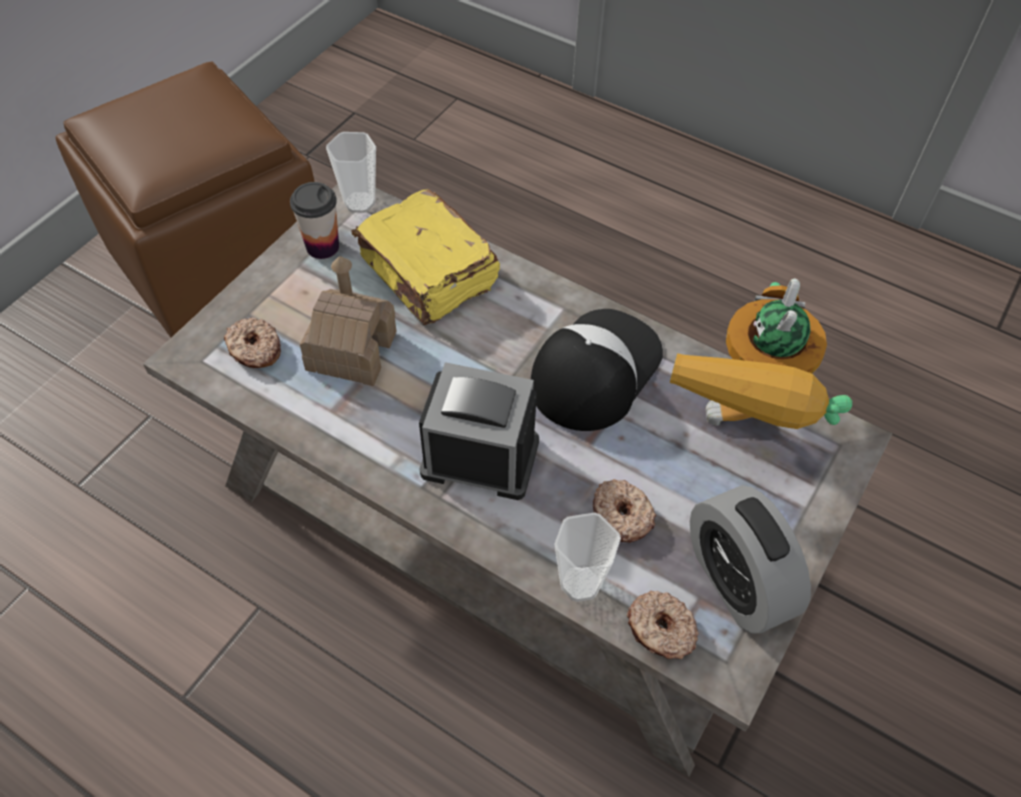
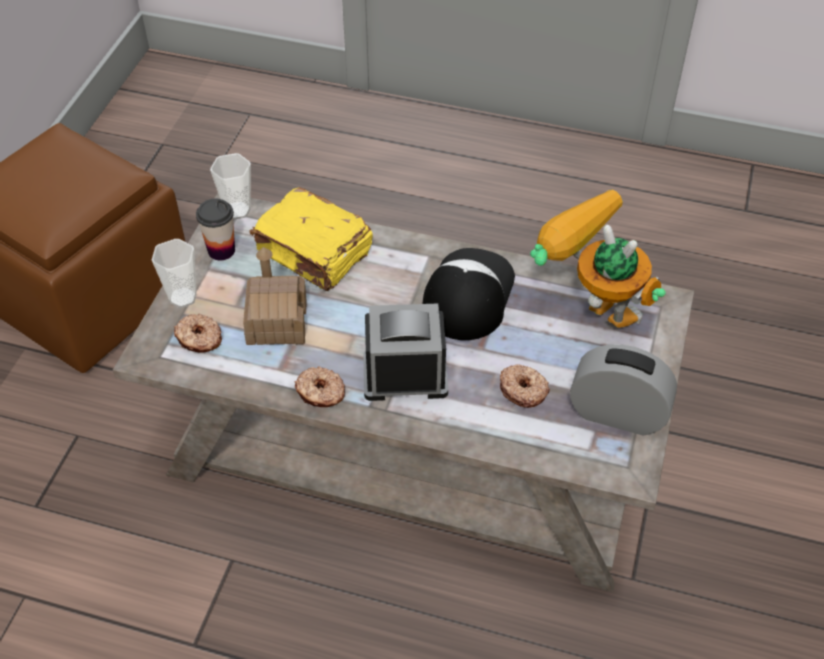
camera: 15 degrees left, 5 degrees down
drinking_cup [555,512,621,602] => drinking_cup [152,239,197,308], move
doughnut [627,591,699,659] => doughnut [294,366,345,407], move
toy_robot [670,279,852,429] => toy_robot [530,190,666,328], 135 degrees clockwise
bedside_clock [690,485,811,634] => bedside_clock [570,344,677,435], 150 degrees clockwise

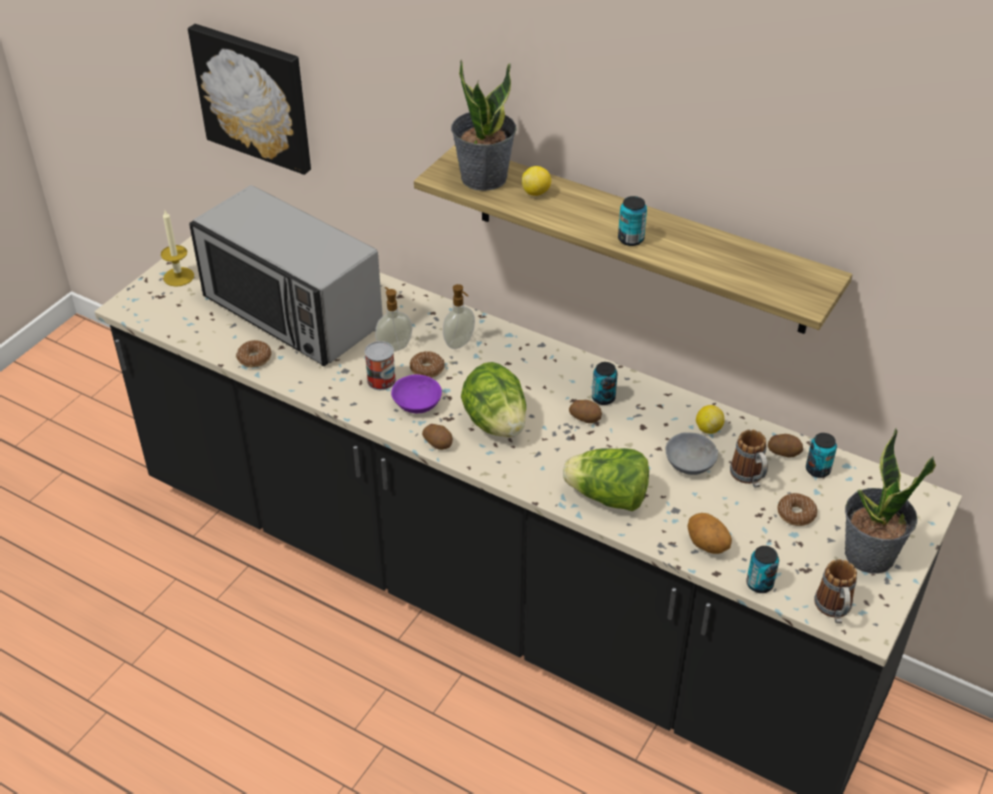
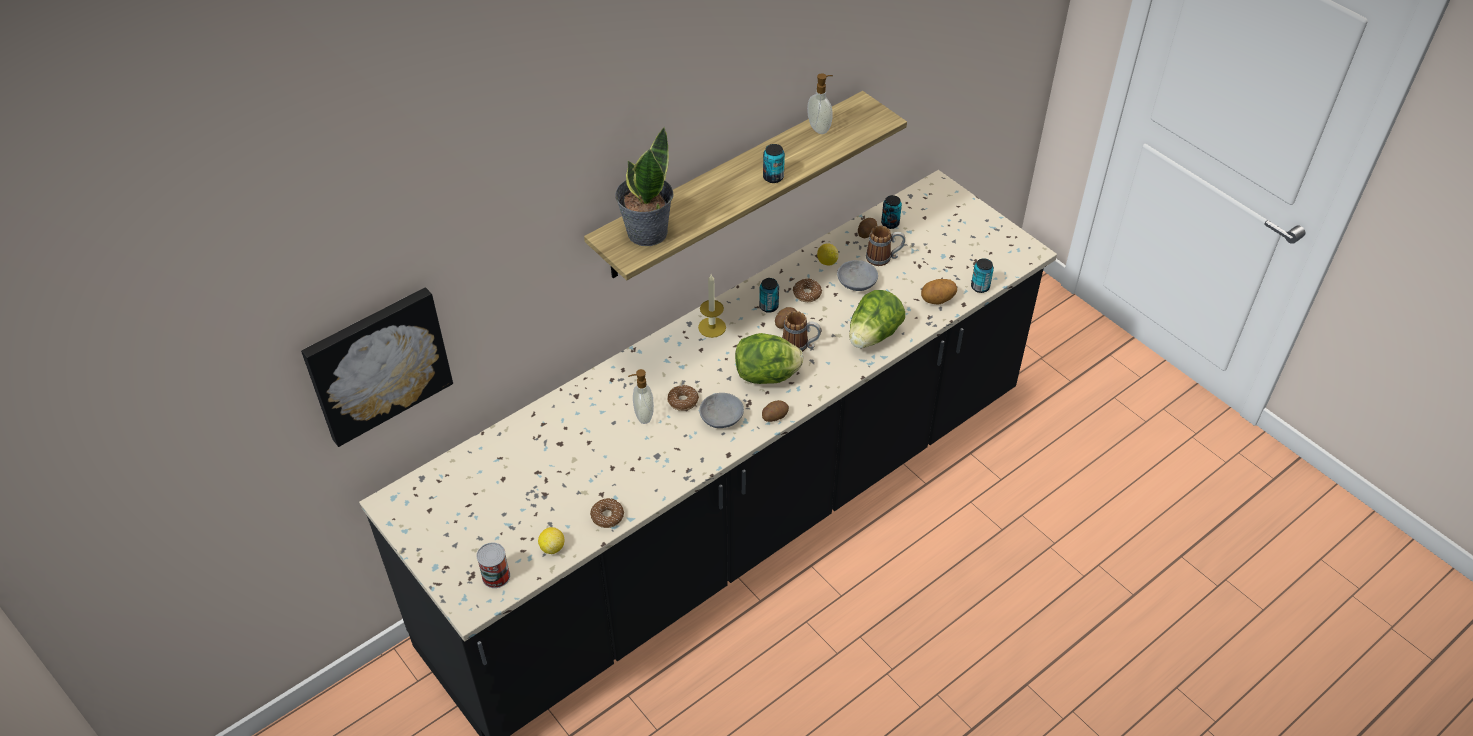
camera: 70 degrees left, 5 degrees up
candle [161,210,194,287] => candle [698,274,726,338], move
microwave [189,185,383,366] => nothing
sealed_can [365,341,396,390] => sealed_can [476,543,510,588], move
purple_bowl [391,374,442,413] => greyish_bowl [699,393,744,428]
soap_bottle [443,284,475,349] => soap_bottle [807,73,833,134], move
citrus_fruit [522,166,551,196] => citrus_fruit [538,527,564,554], move
doughnut [777,493,817,526] => doughnut [793,278,822,302], move
tea_mug [814,559,857,623] => tea_mug [782,311,821,352], move
plant_in_a_pot [845,428,936,574] => nothing

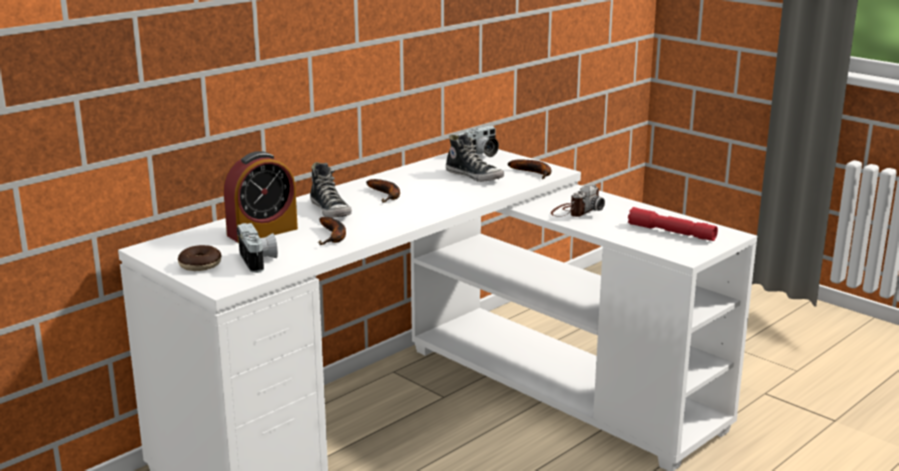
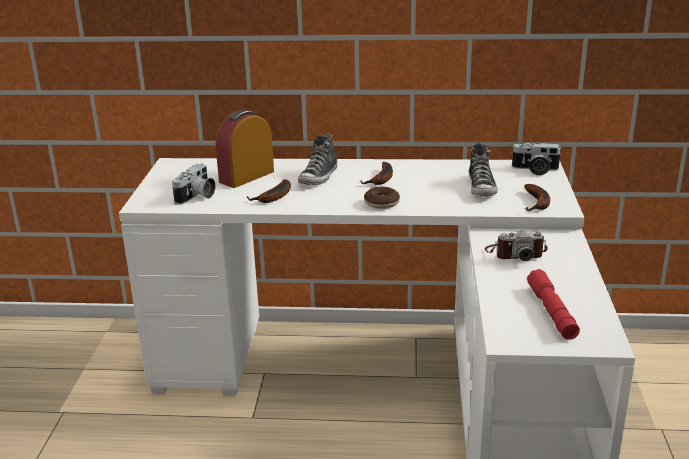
camera: 50 degrees right, 5 degrees up
doughnut [178,245,222,271] => doughnut [364,187,400,209], move
bedside_clock [223,151,298,243] => bedside_clock [216,110,274,188], 120 degrees clockwise

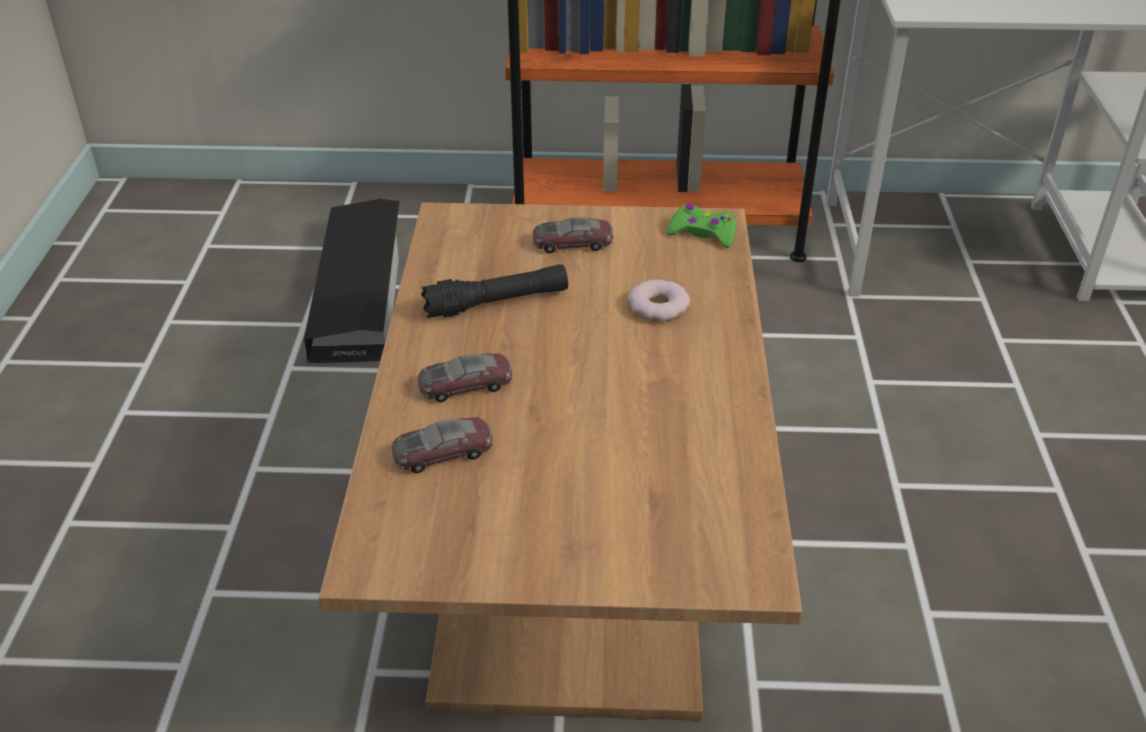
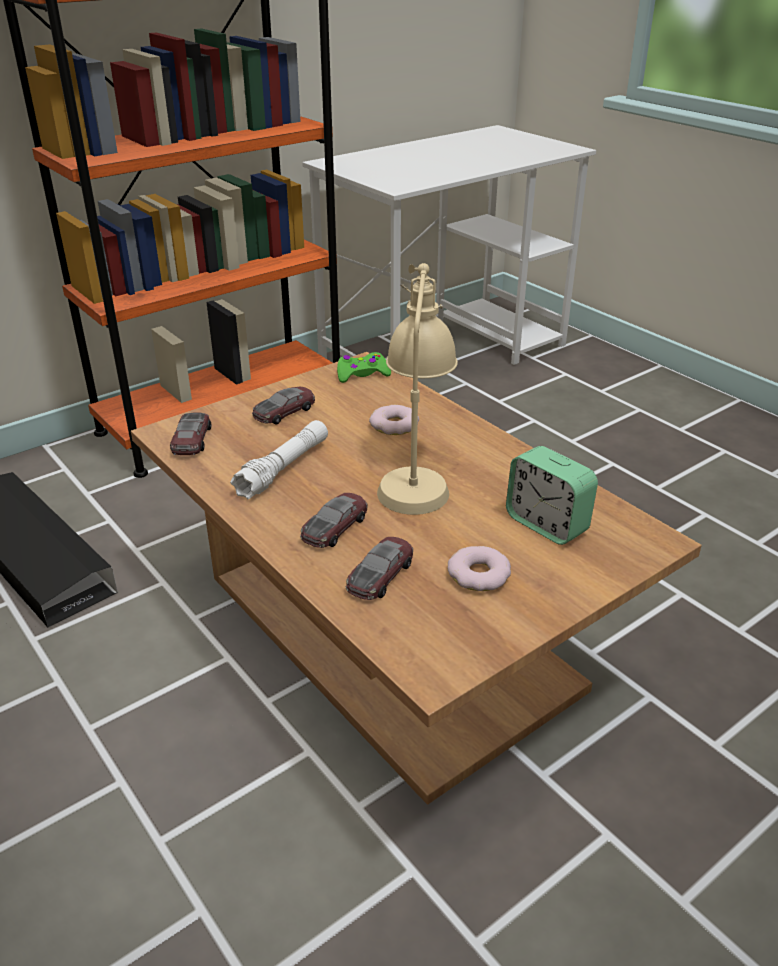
camera: 40 degrees left, 5 degrees down
black-coloured_torch [421,264,568,318] => white_torch [230,420,328,500]
nothing => toy_car [170,412,211,455]
nothing => beige-coloured_lamp_for_a_table [377,263,458,515]
nothing => doughnut [448,546,511,591]
nothing => bedside_clock [506,446,598,545]

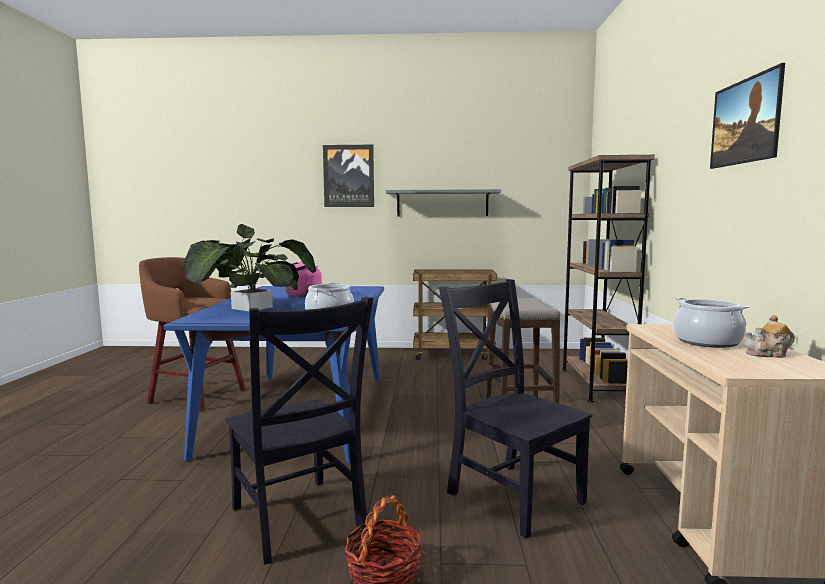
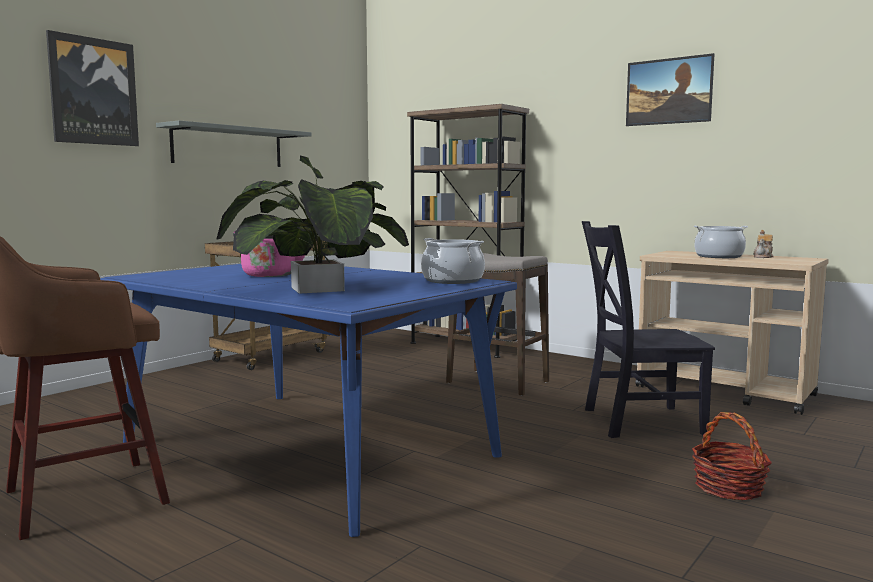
camera: 55 degrees left, 0 degrees up
black-coloured_chair [225,297,373,565] => nothing

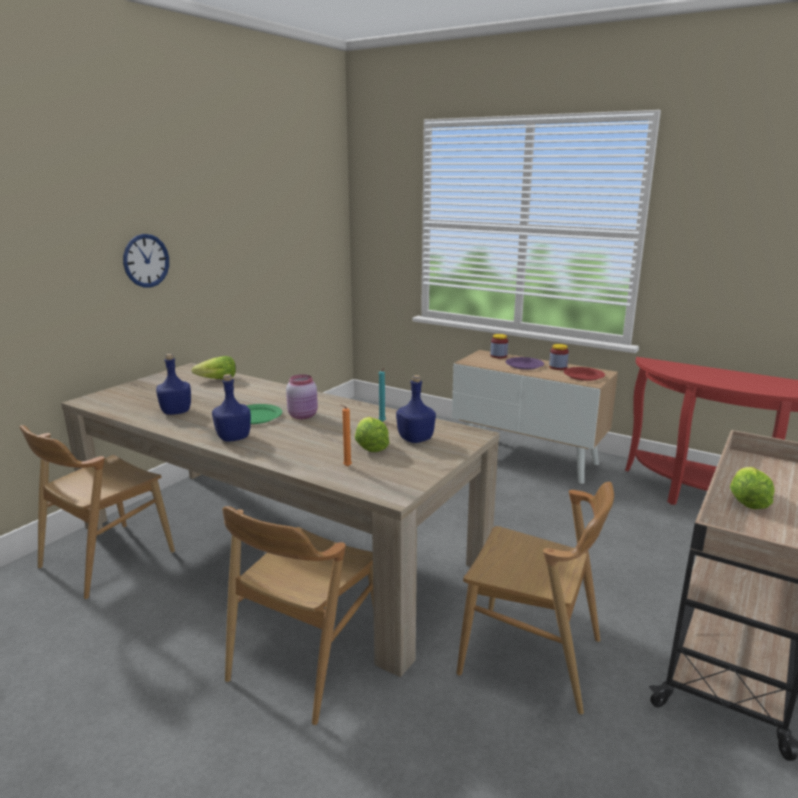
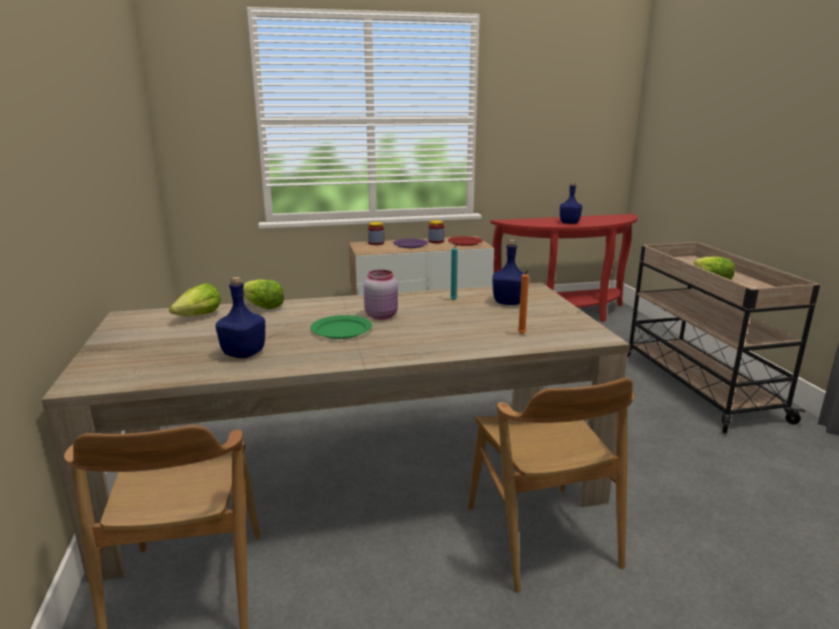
camera: 45 degrees left, 0 degrees up
clock_on_the_wall [123,234,169,288] => nothing
blue-coloured_drink_bottle [212,374,251,442] => blue-coloured_drink_bottle [560,182,582,224], move
head_of_lettuce [355,417,389,452] => head_of_lettuce [243,279,284,309], move
brown_chair [457,482,614,714] => nothing

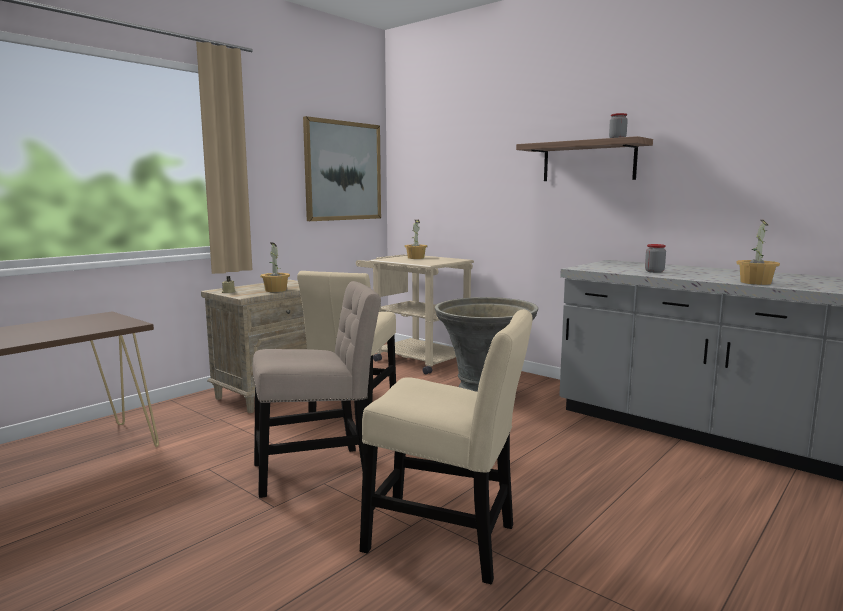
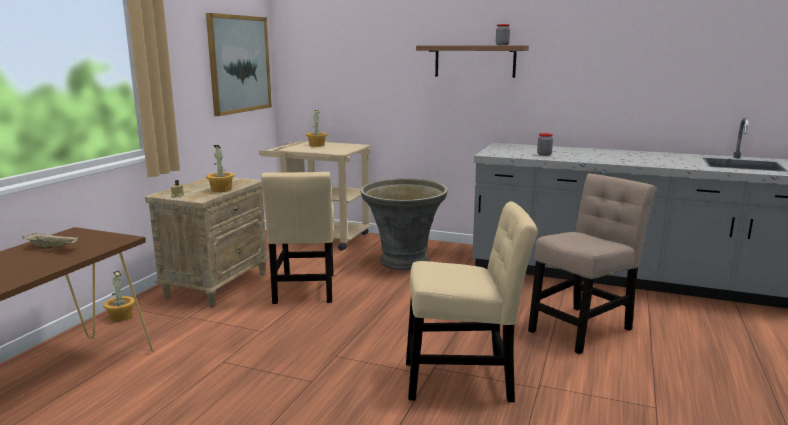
camera: 20 degrees left, 5 degrees up
beige-coloured_chair [253,281,381,498] => beige-coloured_chair [528,174,655,354], move
plant_in_a_pot [736,220,780,285] => plant_in_a_pot [103,270,135,321], move
nothing => beige-coloured_carrying_tray [22,233,80,250]

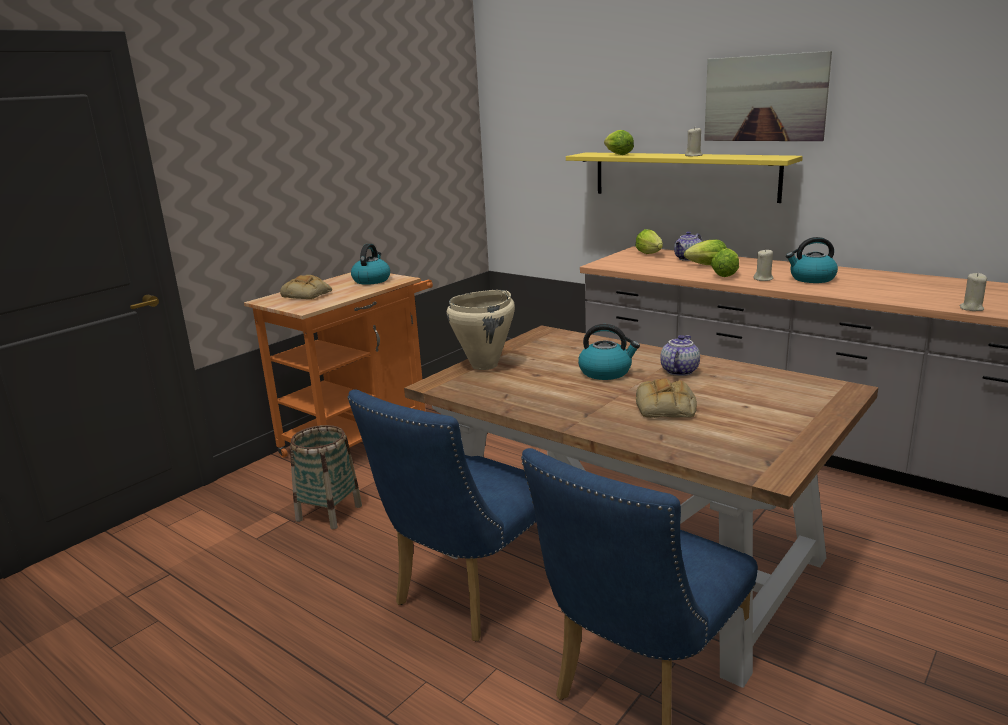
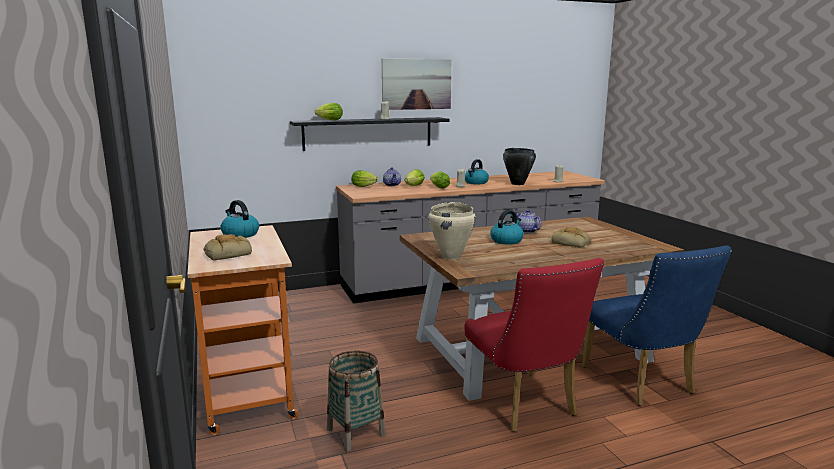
camera: 60 degrees left, 5 degrees down
blue-coloured_chair [347,389,537,641] => red-coloured_chair [464,258,604,432]
yellowish_wall_shelf [566,152,803,203] => black-coloured_wall_shelf [290,117,449,151]
nothing => black-coloured_stockpot [503,148,536,185]

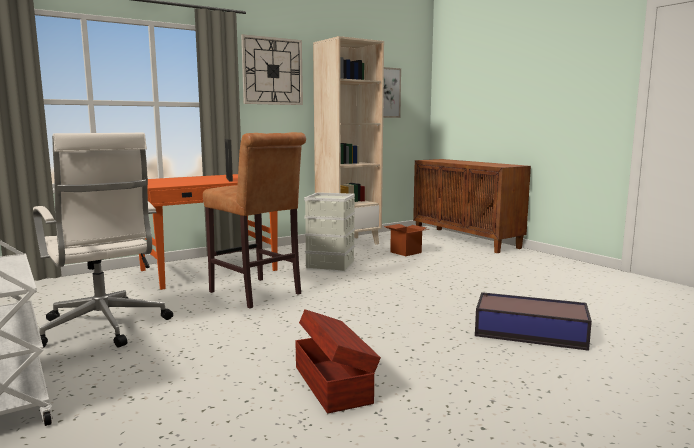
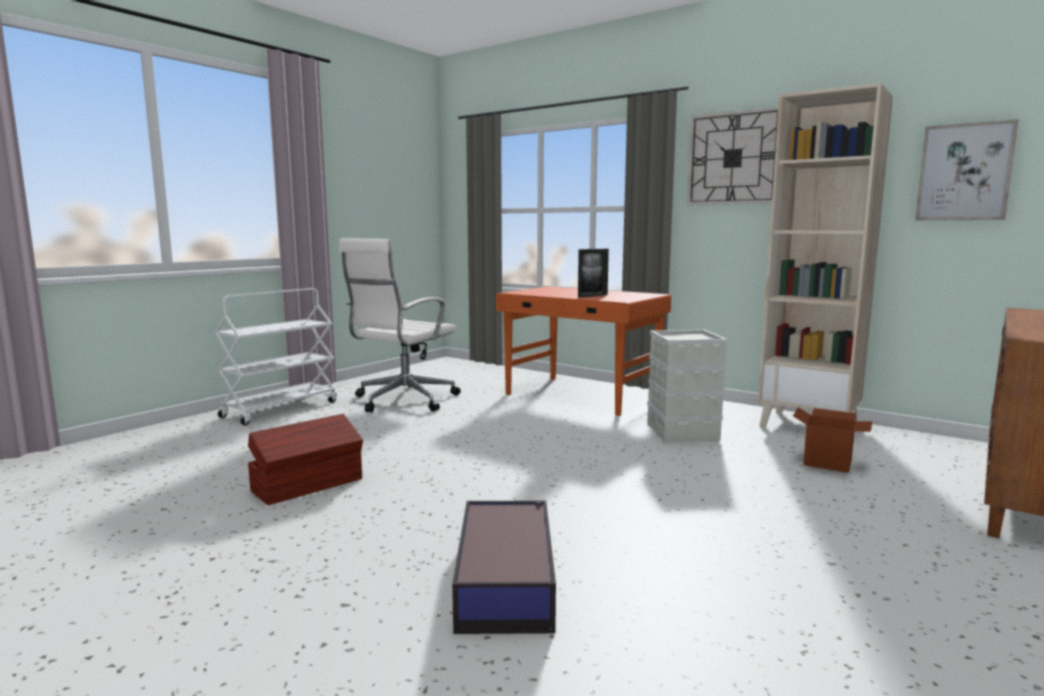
camera: 70 degrees right, 0 degrees up
brown_stool [203,132,306,309] => nothing

